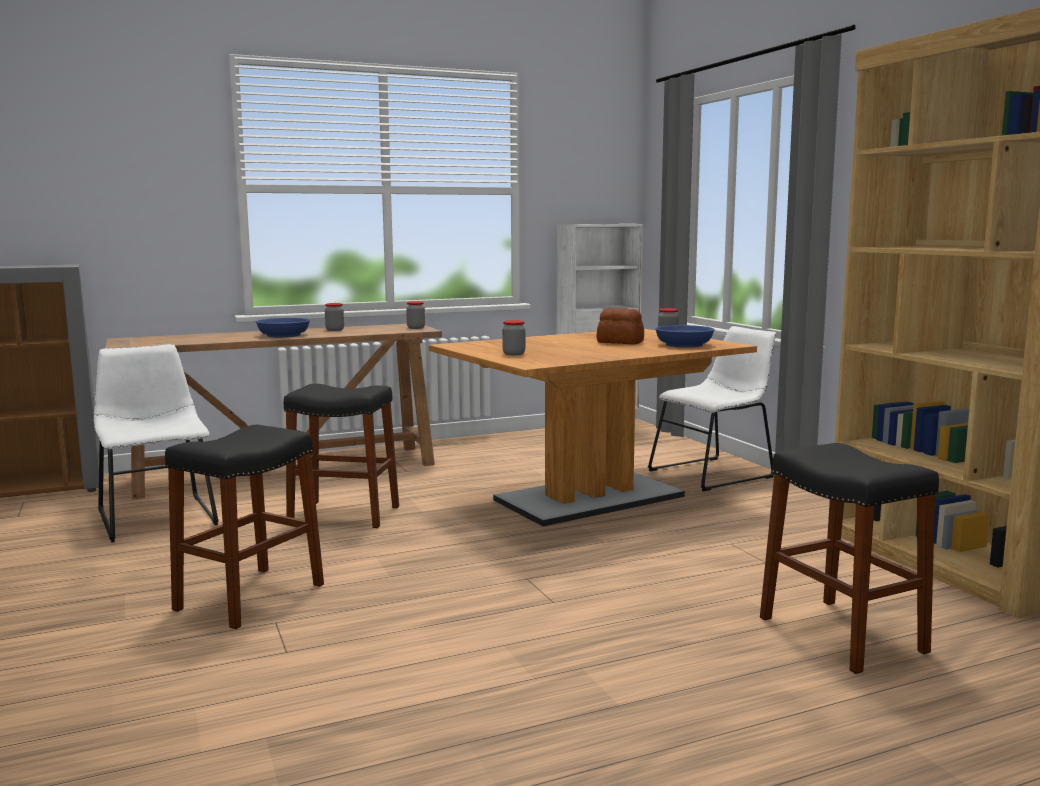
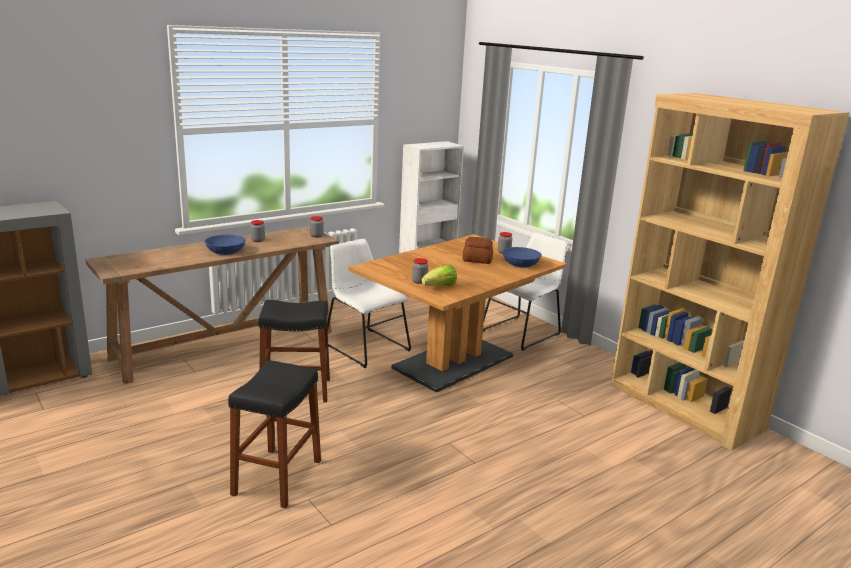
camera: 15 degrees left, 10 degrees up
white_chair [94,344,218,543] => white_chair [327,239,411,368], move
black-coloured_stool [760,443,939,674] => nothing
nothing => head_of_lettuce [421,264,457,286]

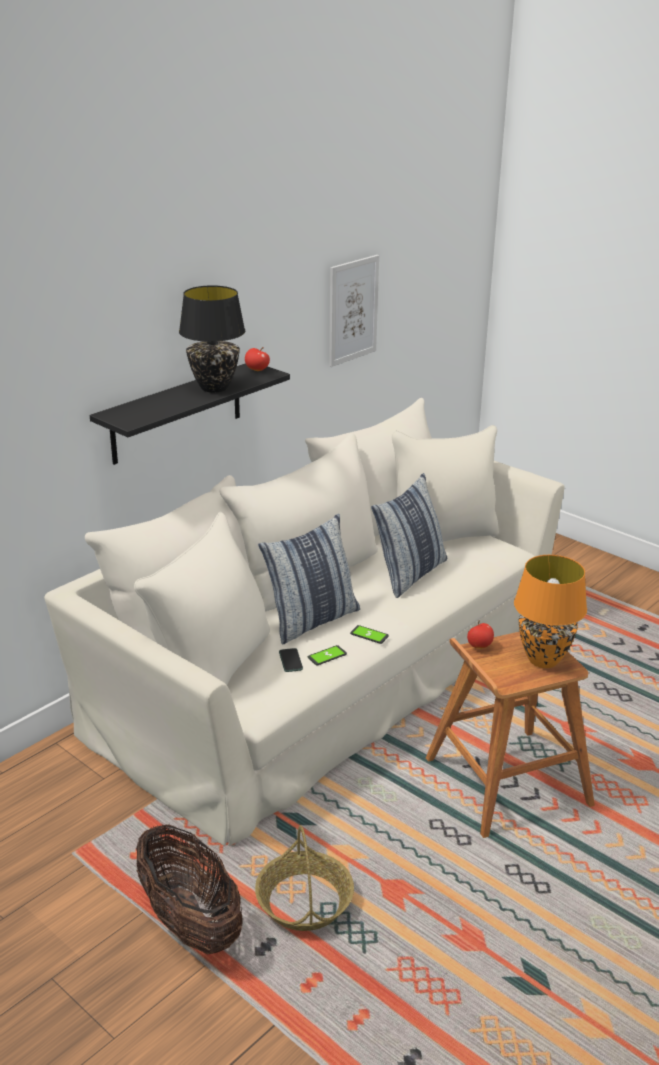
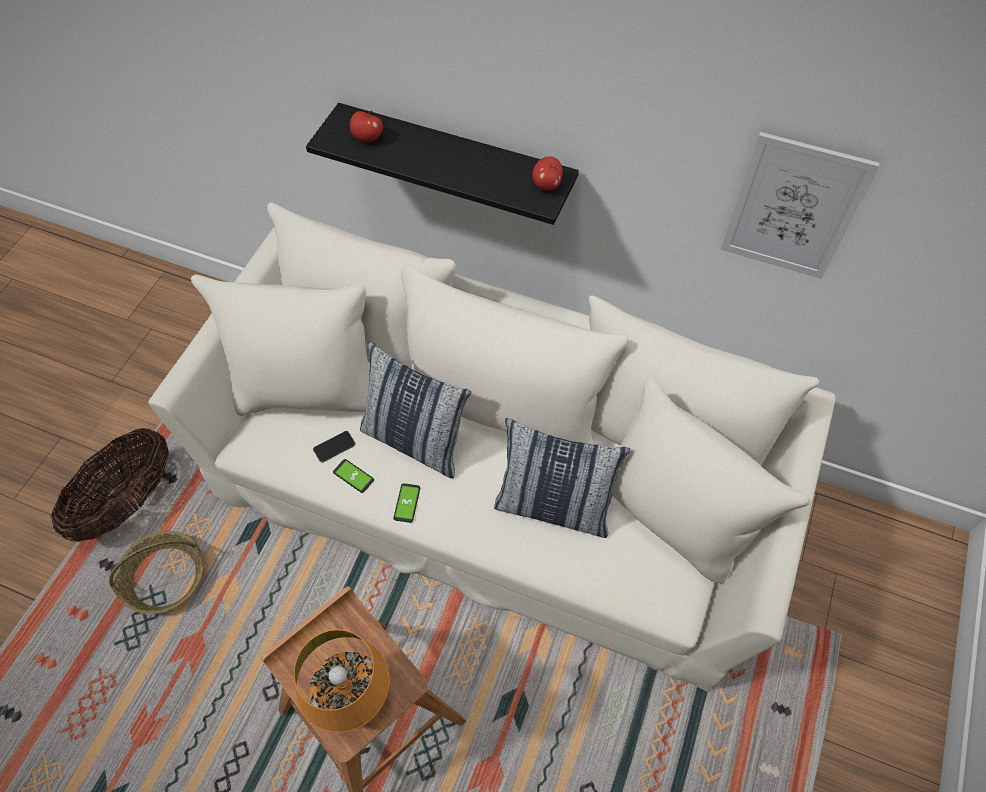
camera: 70 degrees right, 30 degrees up
black-coloured_lamp_for_a_table [179,285,245,393] => nothing
apple_fruit [467,620,494,649] => apple_fruit [350,111,383,142], move

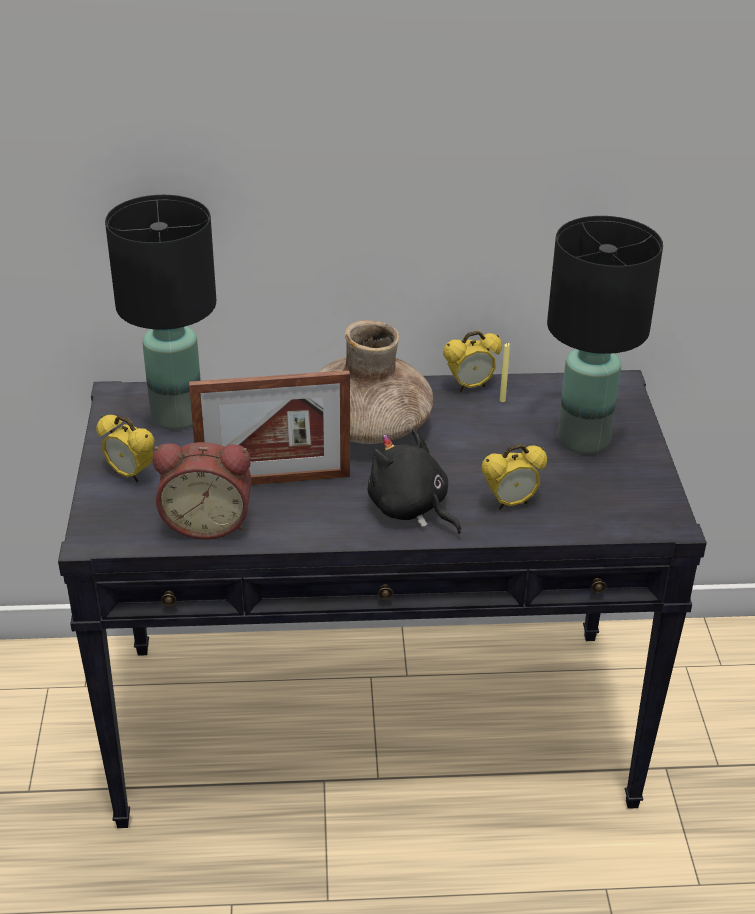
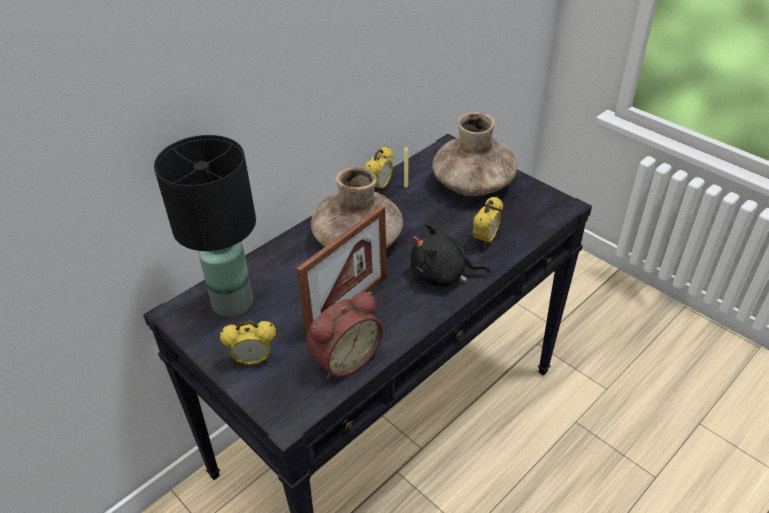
camera: 40 degrees left, 5 degrees up
black-coloured_lamp_for_a_table [547,216,663,454] => brown_flower_vase [432,112,517,196]

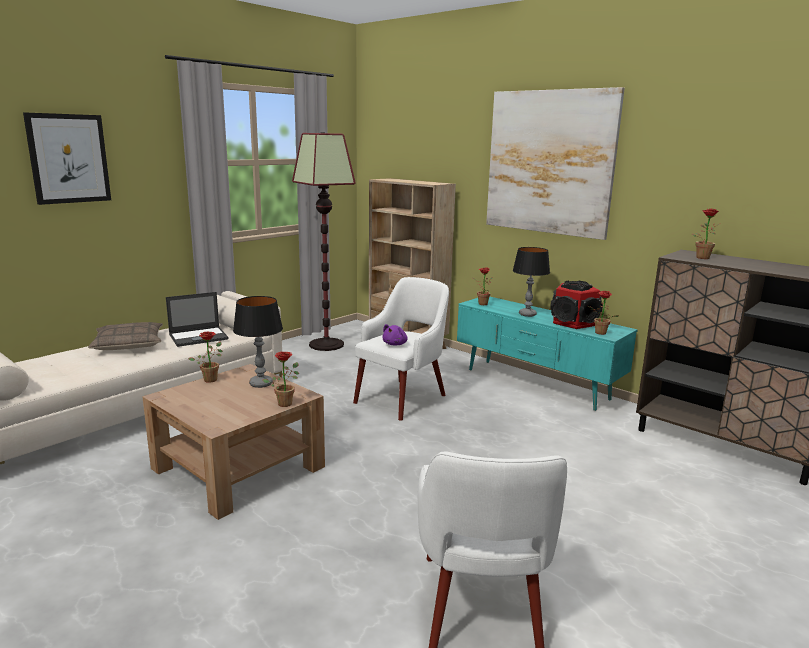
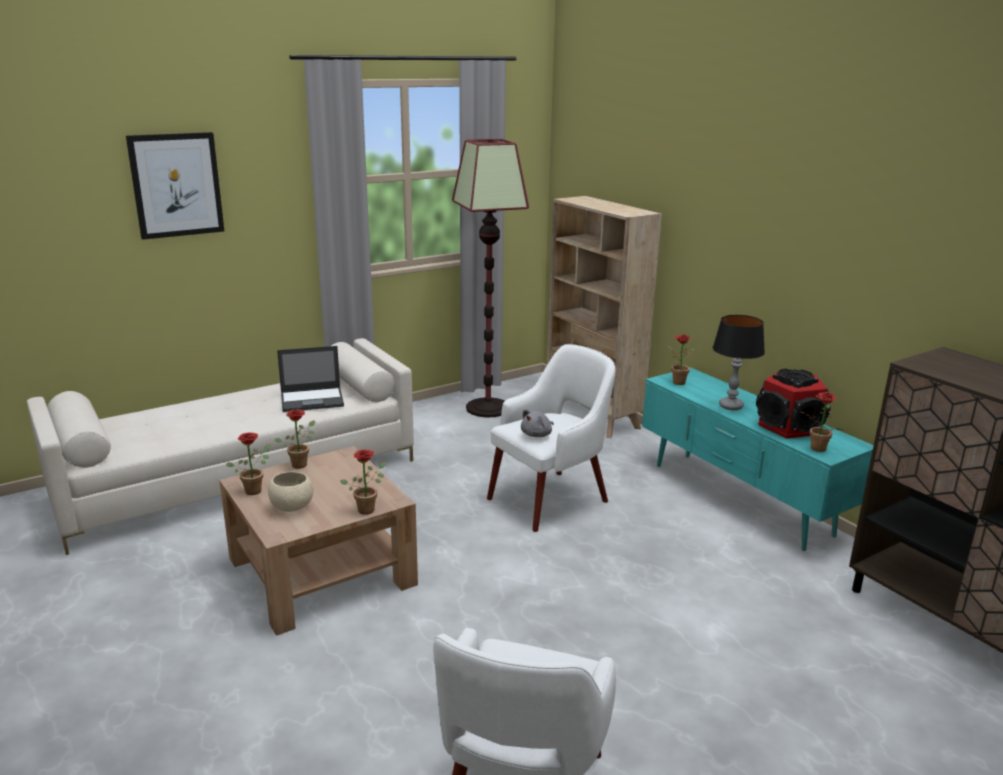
camera: 15 degrees right, 5 degrees up
cushion [88,322,163,350] => nothing
lamp_for_a_table [233,296,283,388] => nothing
purple_soft_toy [382,324,408,346] => greyish_soft_toy [521,409,554,437]
wall_picture [486,87,625,240] => nothing
plant_in_a_pot [692,208,721,259] => plant_in_a_pot [226,432,271,495], move
nothing => beige-coloured_bowl [268,472,313,512]

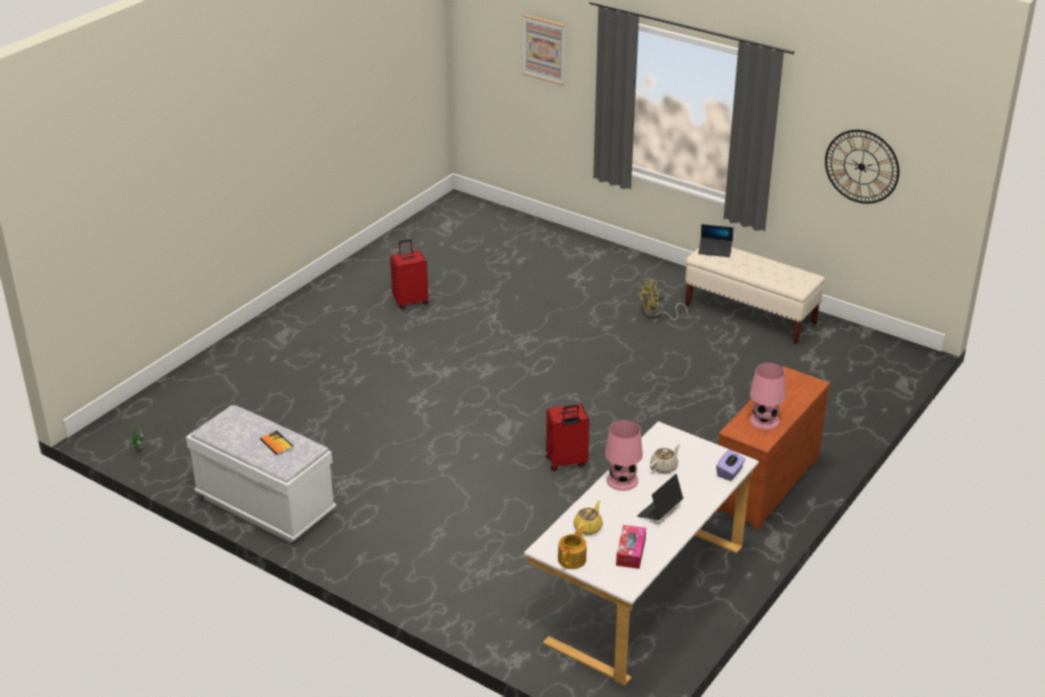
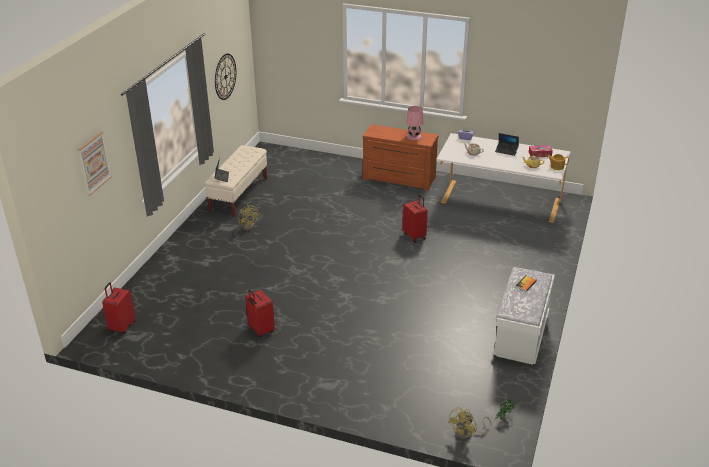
camera: 105 degrees left, 0 degrees up
pink-coloured_lamp_for_a_table [605,420,643,491] => nothing
nothing => red-coloured_piece_of_luggage [102,282,135,334]
nothing => yellowish_cooling_fan [448,407,491,440]

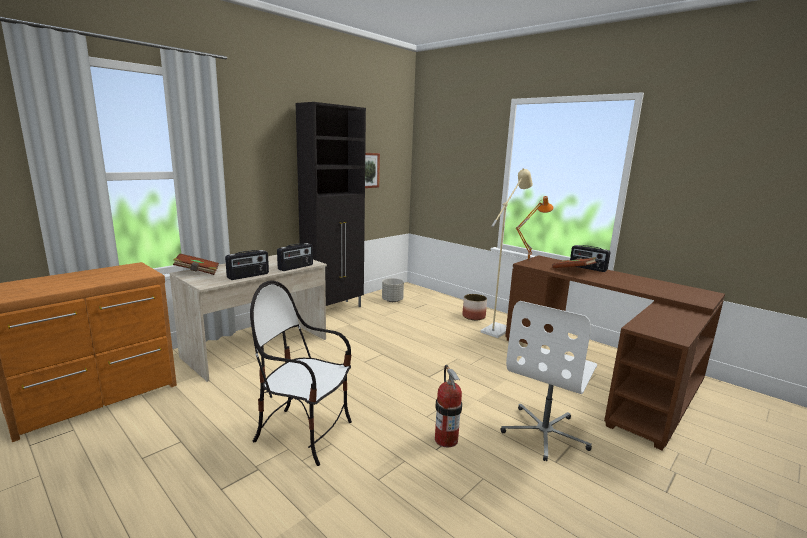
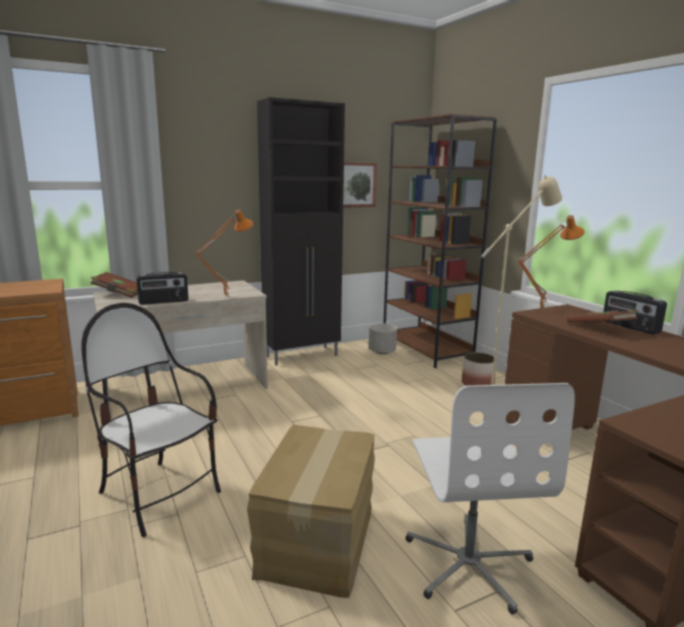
camera: 20 degrees right, 0 degrees up
radio_receiver [277,243,313,271] => orange-coloured_lamp_for_a_table [194,210,254,297]
extinguisher [435,365,462,447] => carton [247,425,375,598]
white_desk_chair [501,301,597,461] => white_desk_chair [406,383,575,614], 60 degrees counterclockwise
nothing => brown_shelving_unit [383,114,497,368]

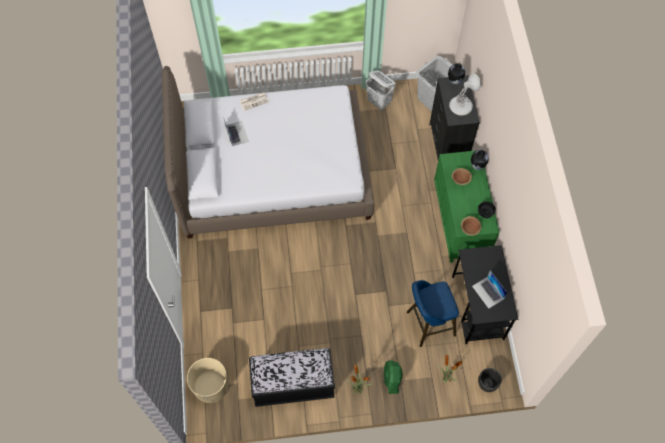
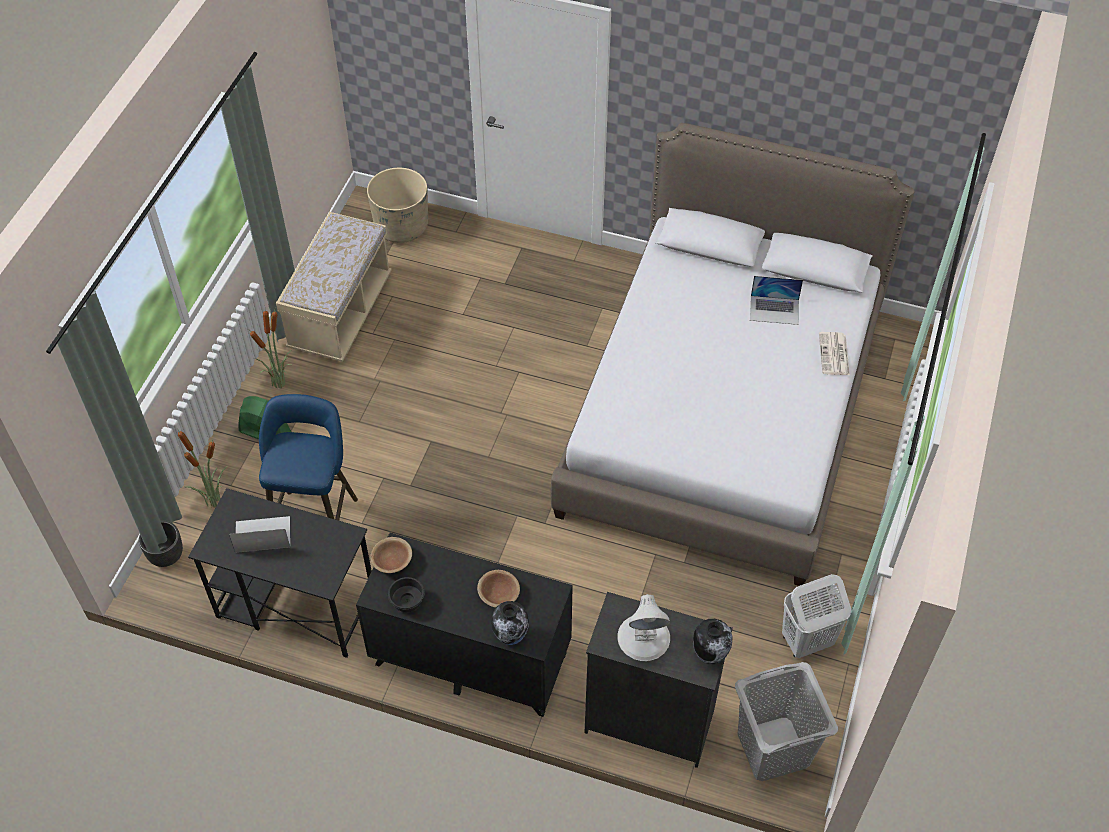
camera: 115 degrees right, 10 degrees down
black-coloured_long_seat [249,348,335,407] => beige-coloured_long_seat [276,212,392,362]
green-coloured_dresser [434,151,500,263] => black-coloured_dresser [356,533,573,717]

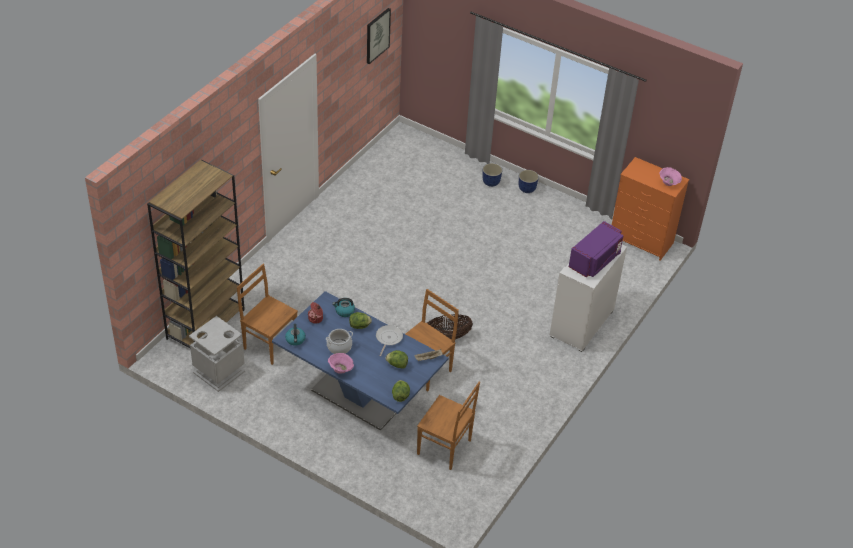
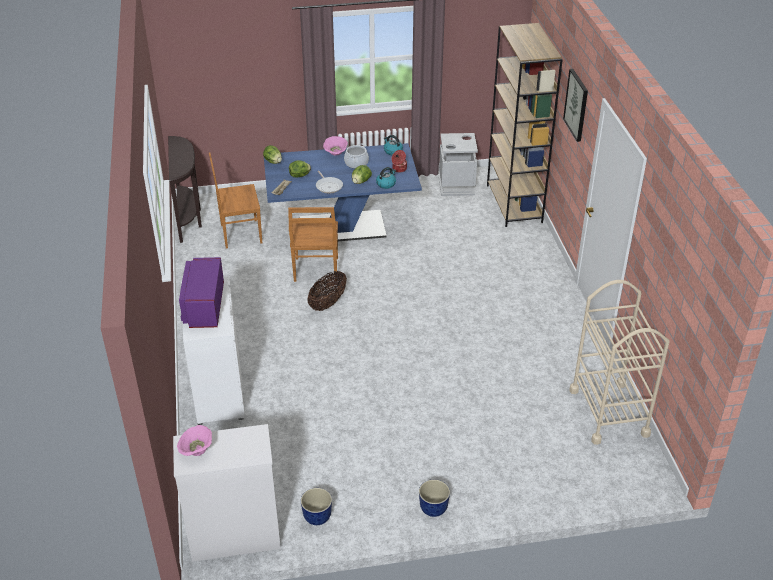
camera: 140 degrees right, 5 degrees down
brown_chair [237,264,298,365] => nothing
wall_picture [367,8,391,64] => wall_picture [563,69,588,142], move
plant_pot [483,163,502,187] => plant_pot [301,488,332,525], move
orange-coloured_dresser [612,157,689,261] => white_dresser [173,424,281,562]
nothing => brown_narrow_table [168,136,202,243]
nothing => beige-coloured_trolley [569,280,669,445]

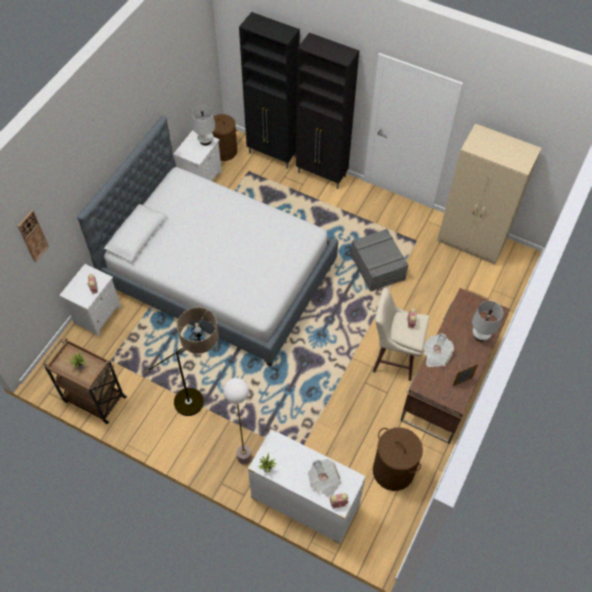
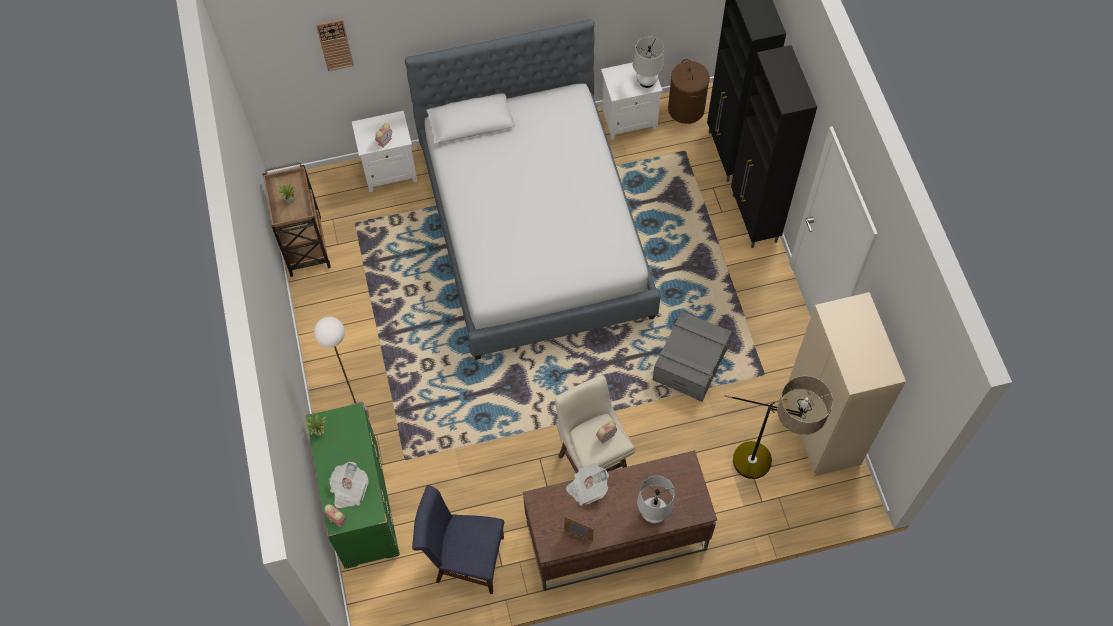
camera: 50 degrees right, 5 degrees up
standard_lamp [143,307,219,416] => standard_lamp [725,376,833,479], move
white_dresser [247,429,366,544] => green-coloured_dresser [306,402,400,569]
brown_washing_basket [373,427,423,491] => blue-coloured_chair [412,485,504,594]

